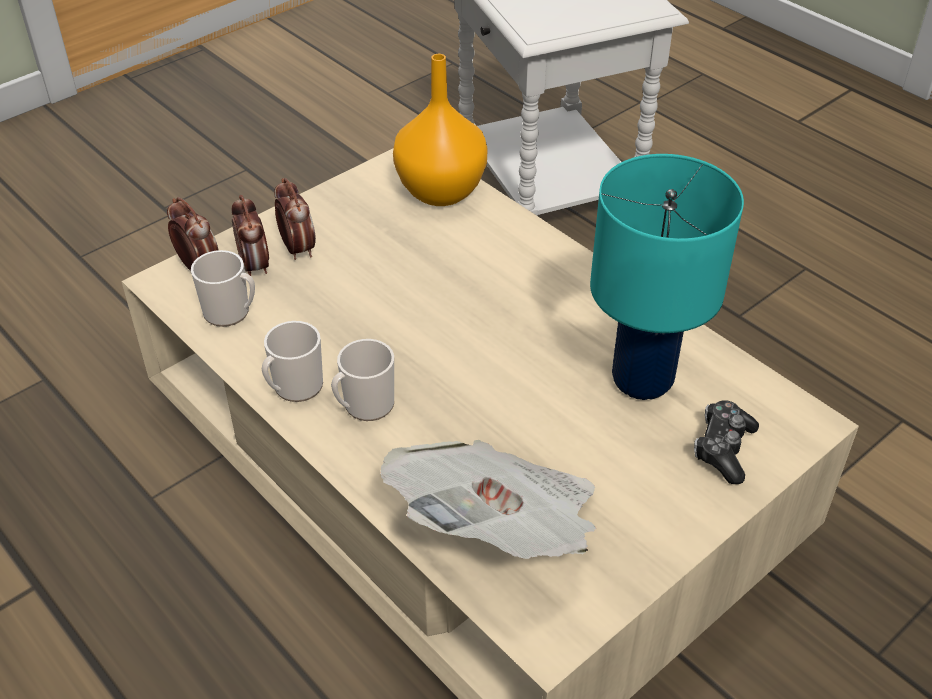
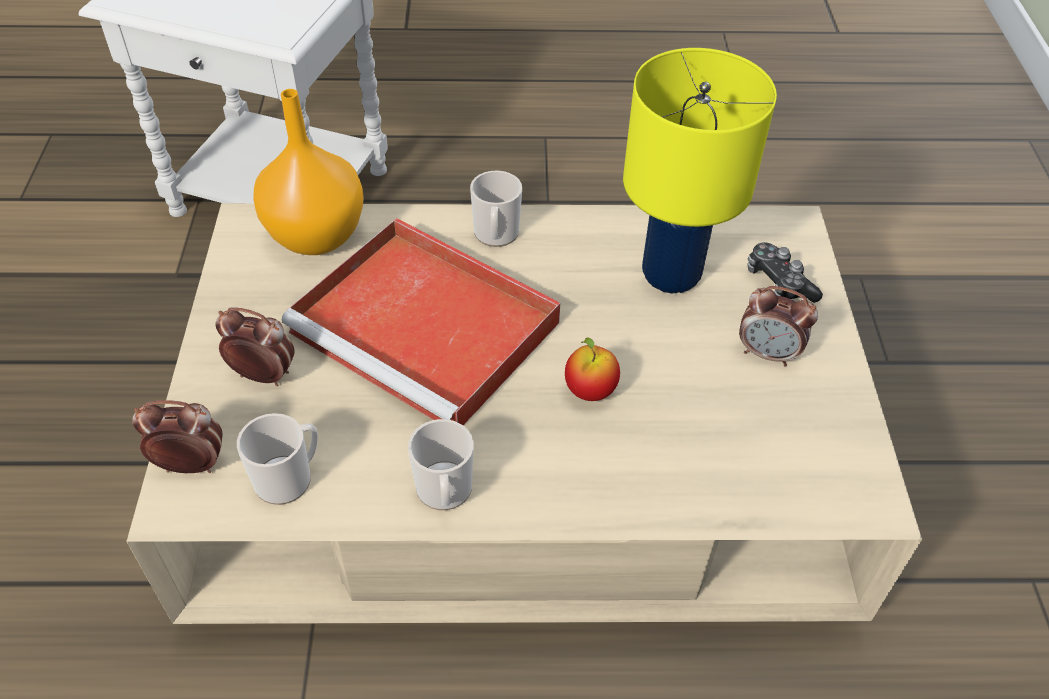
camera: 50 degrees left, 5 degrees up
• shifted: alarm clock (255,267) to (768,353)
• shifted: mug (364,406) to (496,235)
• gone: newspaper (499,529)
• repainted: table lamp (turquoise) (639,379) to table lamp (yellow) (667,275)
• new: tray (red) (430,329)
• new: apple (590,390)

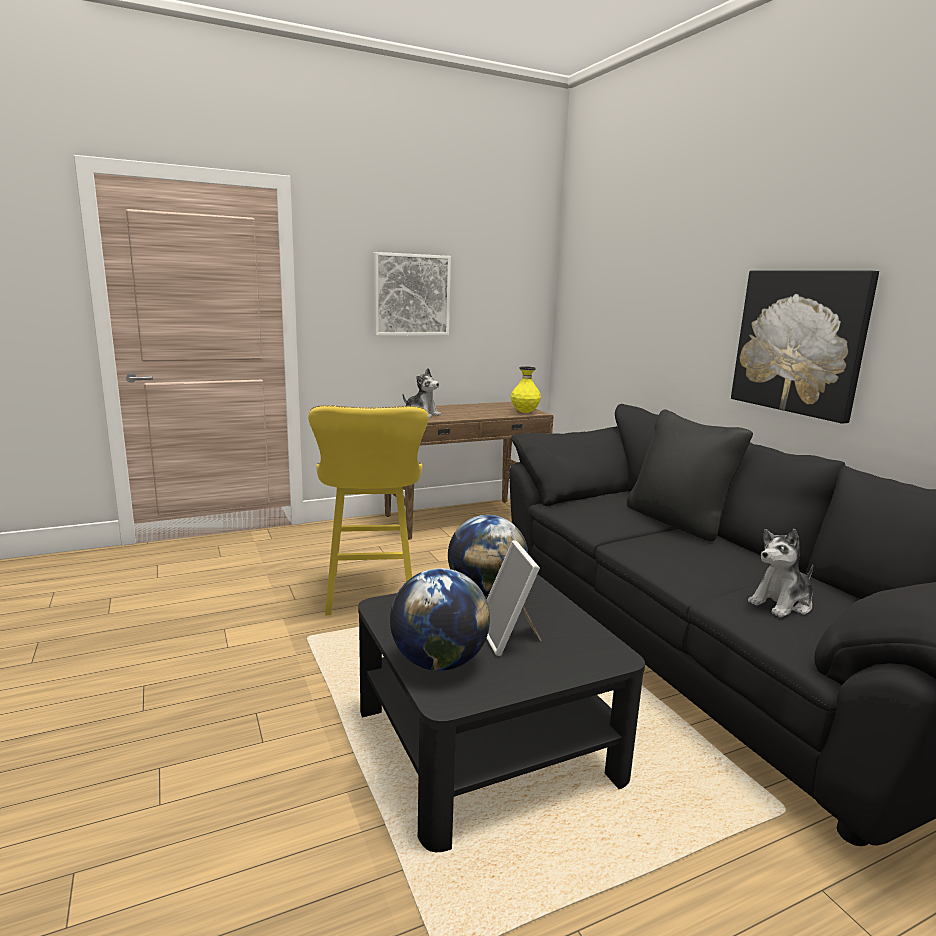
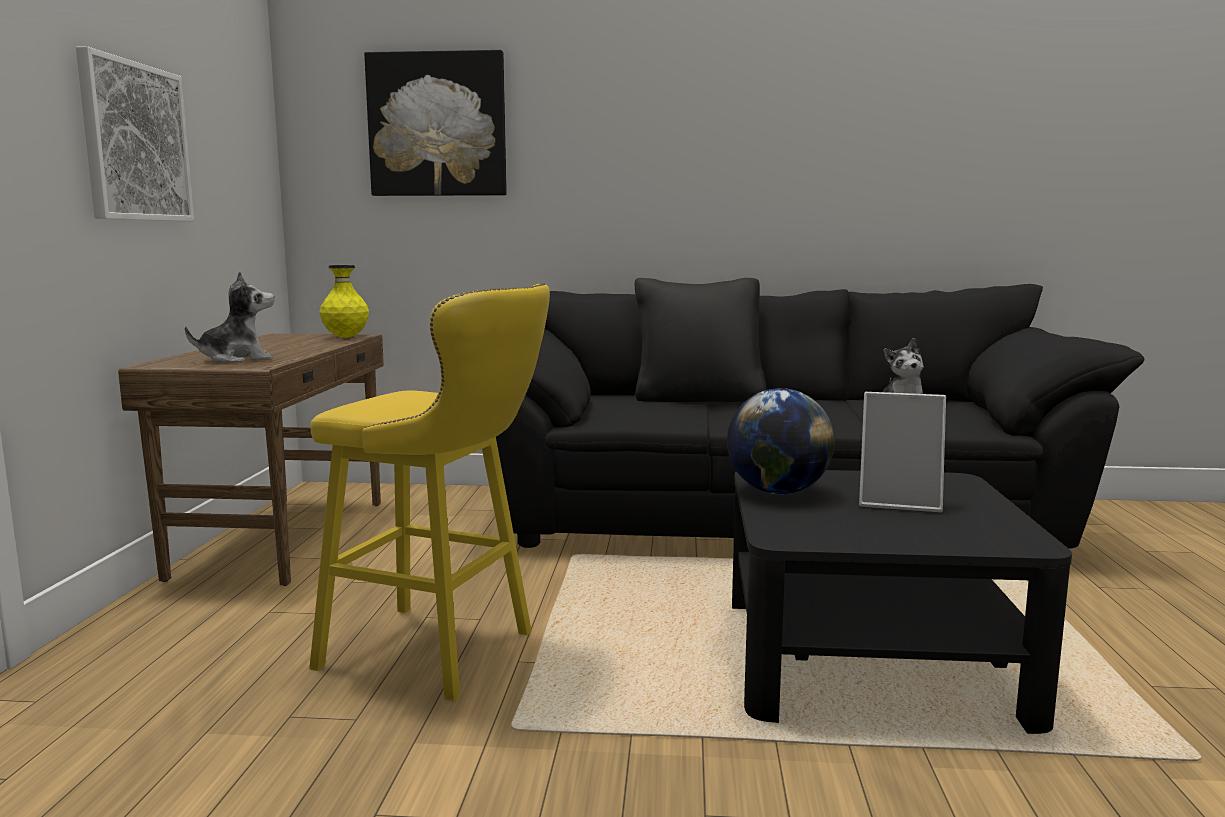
camera: 60 degrees left, 5 degrees down
• gone: globe (438,662)
• shifted: picture (800,342) to (437,125)

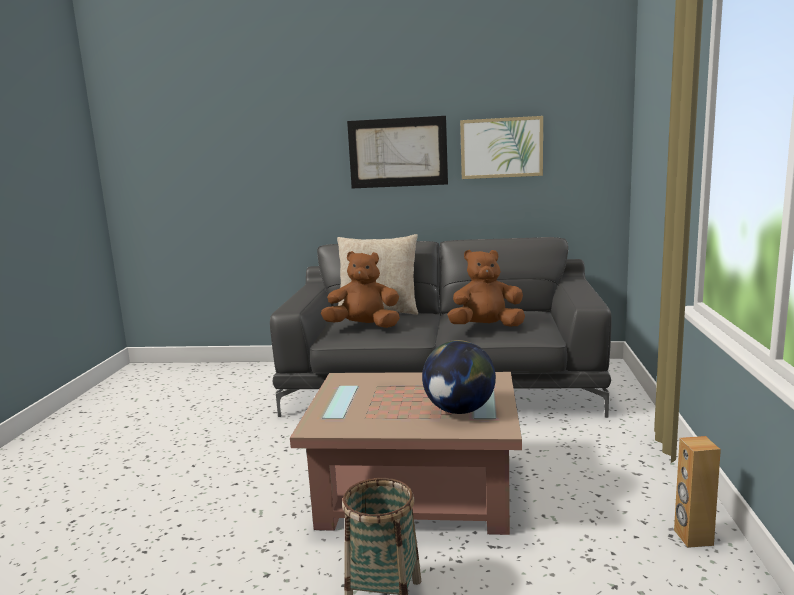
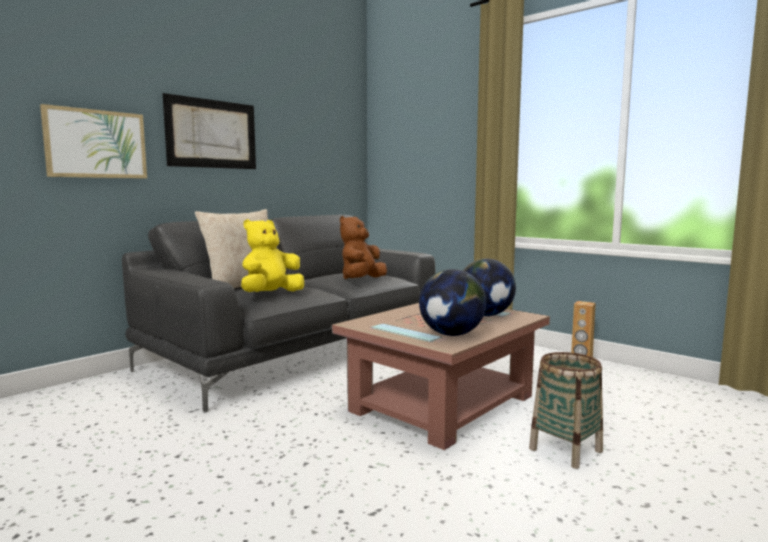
camera: 55 degrees left, 5 degrees down
• repainted: plush toy (brown) (364,327) to plush toy (yellow) (271,294)
• shifted: picture (501,148) to (96,144)
• new: globe (451,334)

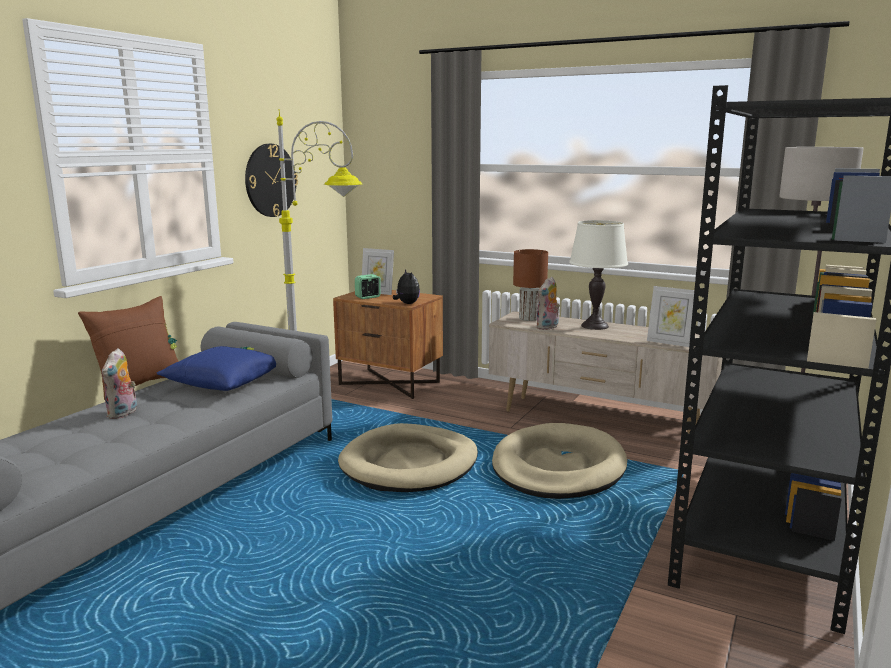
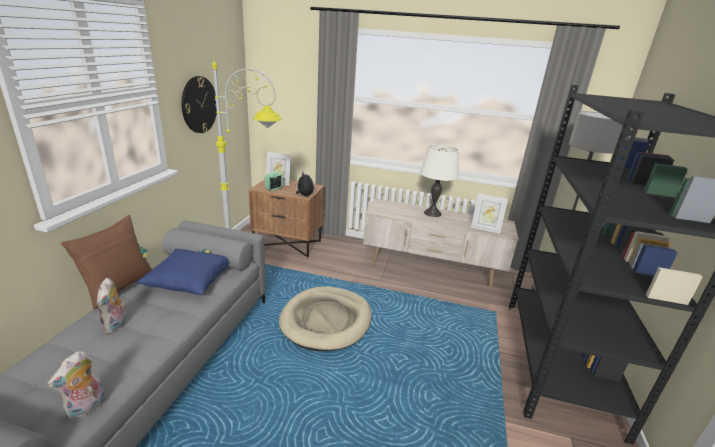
camera: 15 degrees left, 10 degrees up
• gone: dog bed (beige) (558,467)
• gone: table lamp (brown) (528,318)
• shifted: plush toy (547,327) to (87,408)

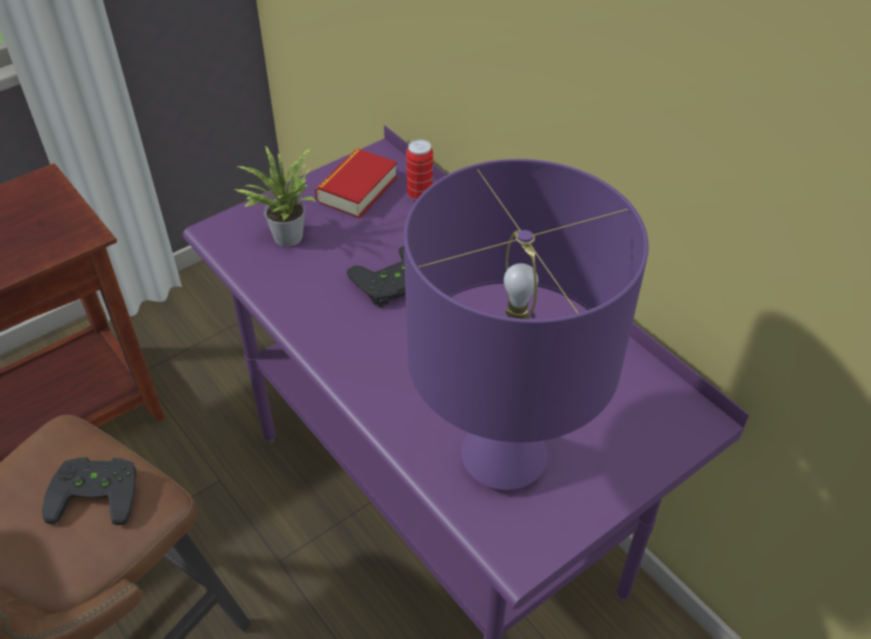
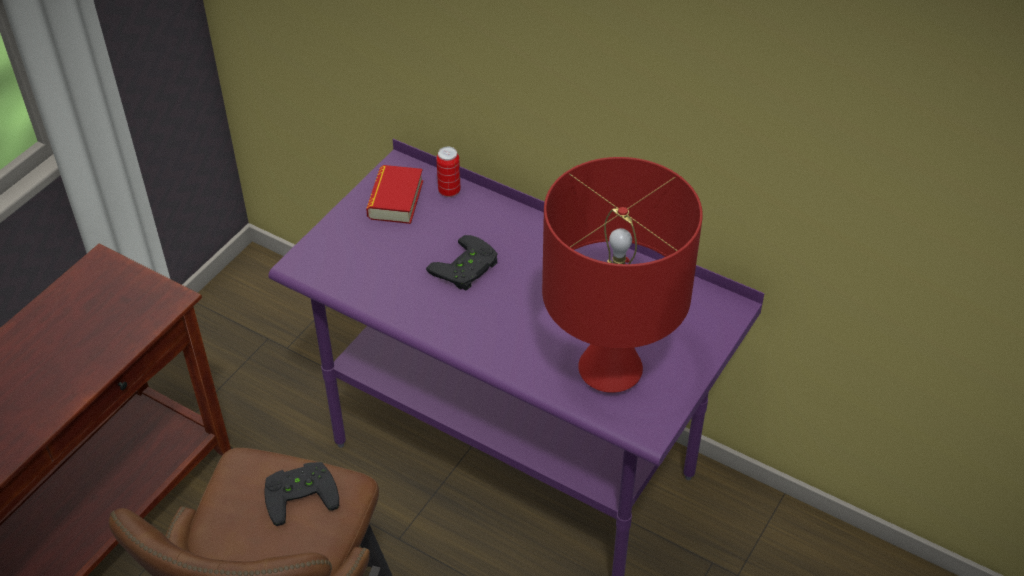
camera: 20 degrees left, 0 degrees up
• gone: potted plant (285,235)
• repainted: table lamp (purple) (503,460) to table lamp (red) (610,373)

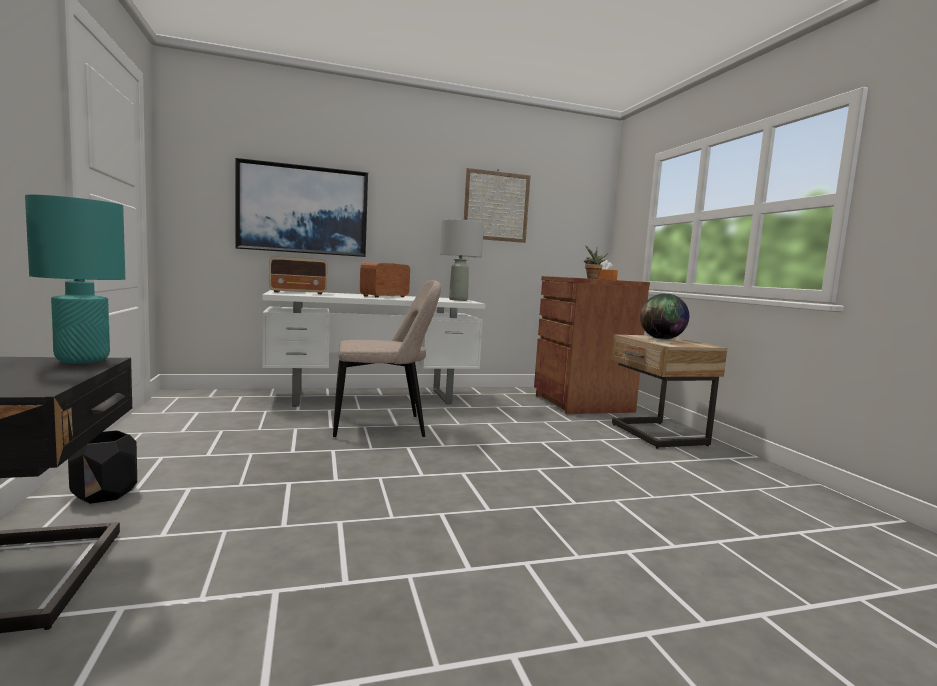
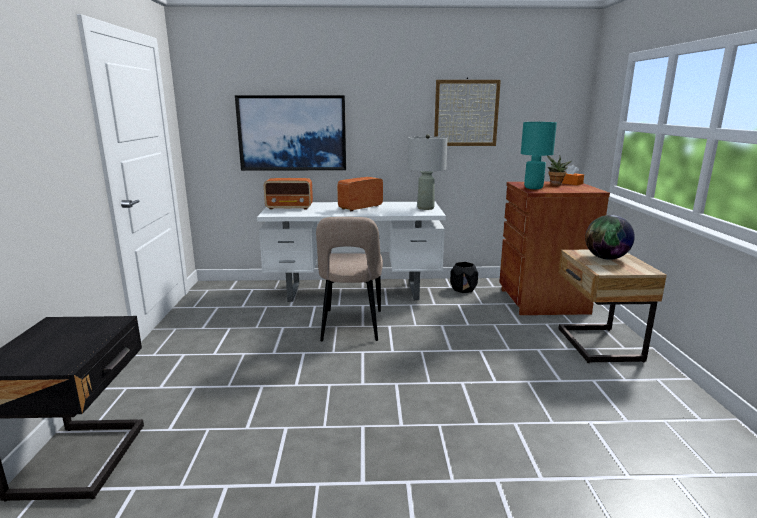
camera: 15 degrees right, 10 degrees up
• shifted: table lamp (turquoise) (82,362) to (533,188)
• shifted: planter (black) (105,494) to (463,289)
• rotated: chair (beige) (383,427) = (351,327) 90 degrees clockwise

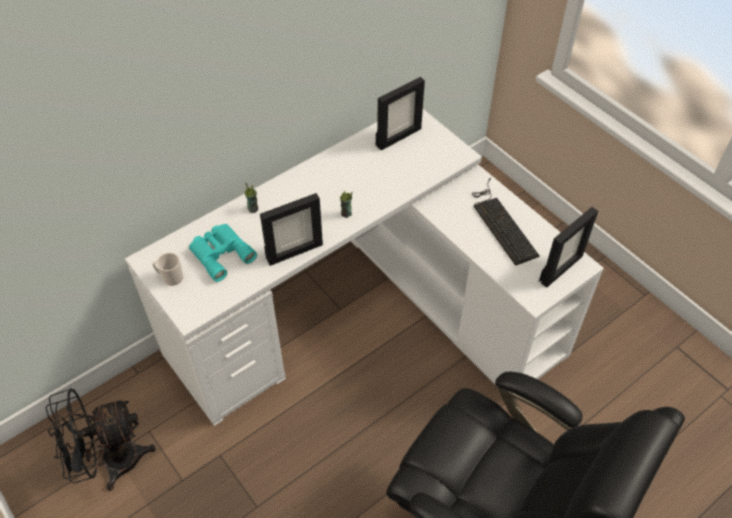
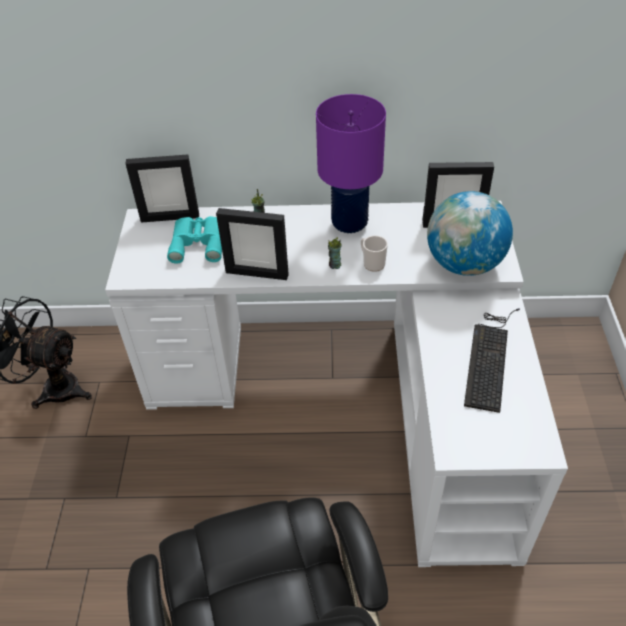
camera: 40 degrees right, 5 degrees down
• shifted: mug (170,277) to (372,263)
• shifted: picture frame (560,268) to (170,217)
• new: table lamp (purple) (349,225)
• new: globe (464,264)

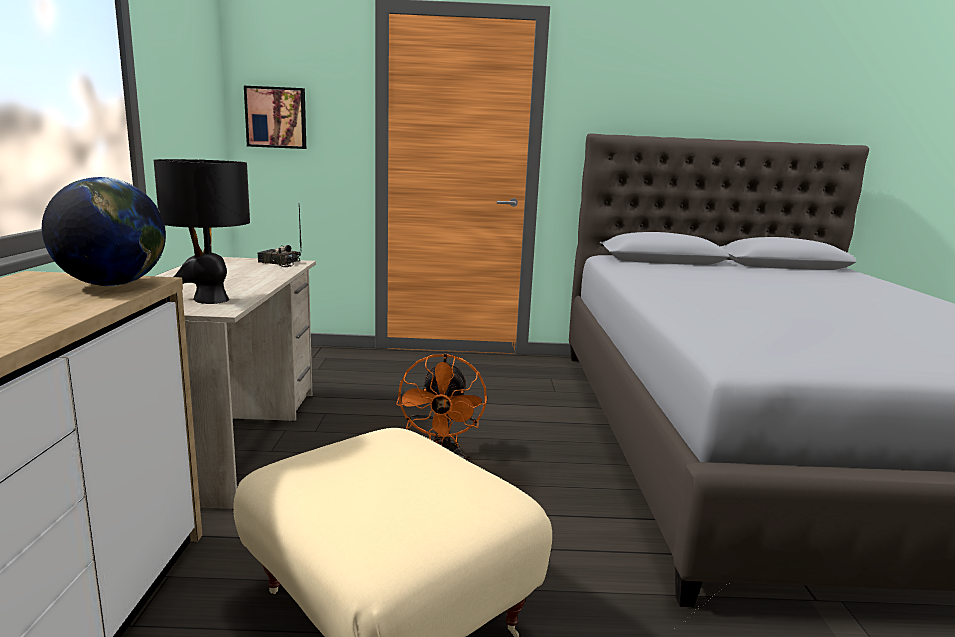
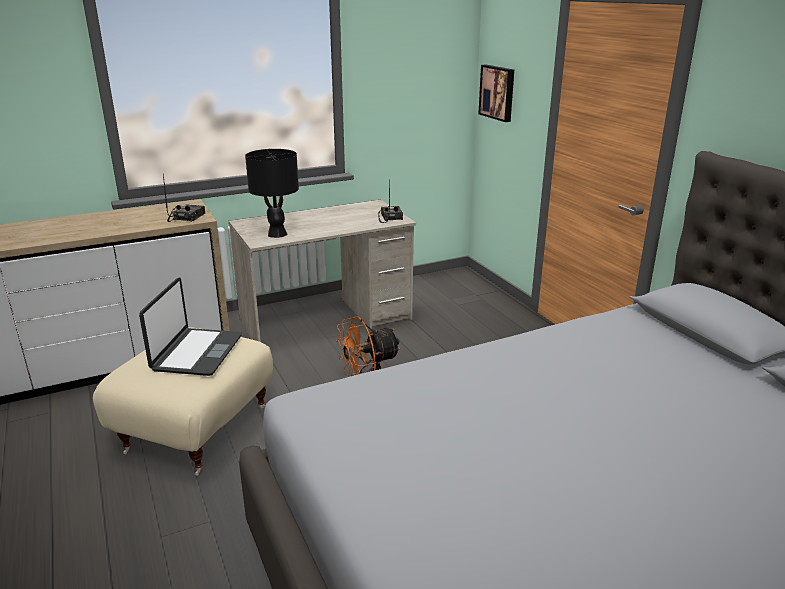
camera: 65 degrees right, 10 degrees up
• swapped: globe (112,285) to radio (186,217)
• new: laptop (196,353)

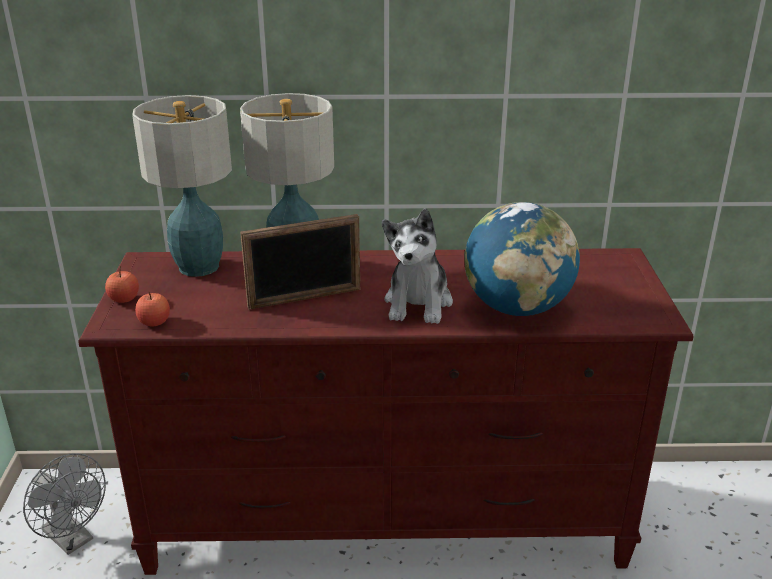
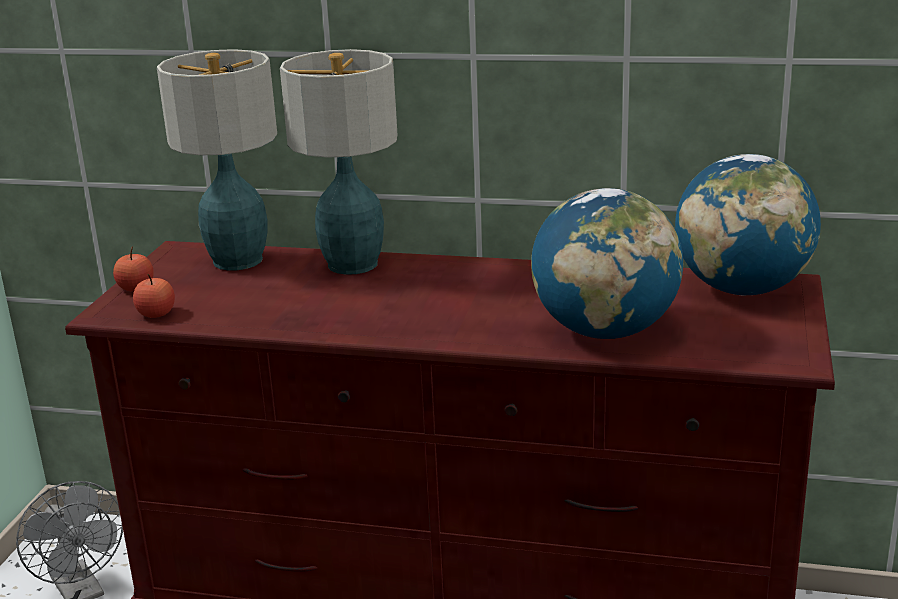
camera: 15 degrees right, 5 degrees down
• gone: picture frame (305,298)
• gone: plush toy (418,303)
• new: globe (742,289)

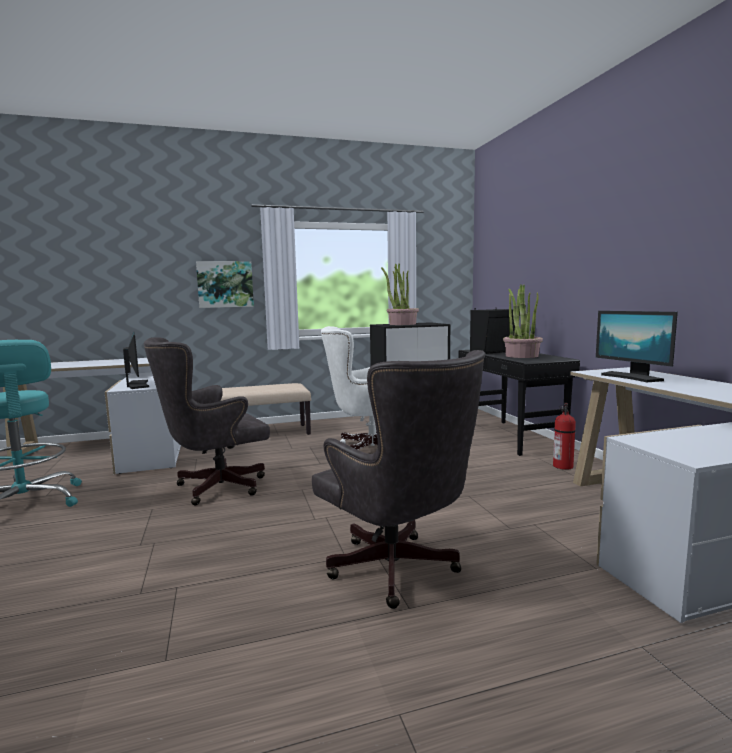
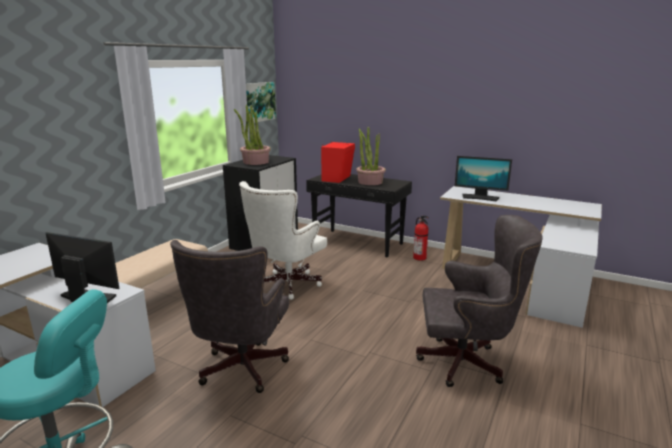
camera: 45 degrees left, 10 degrees up
• shifted: picture (225,284) to (259,102)
• repainted: speaker (black) (494,351) to speaker (red) (338,178)

